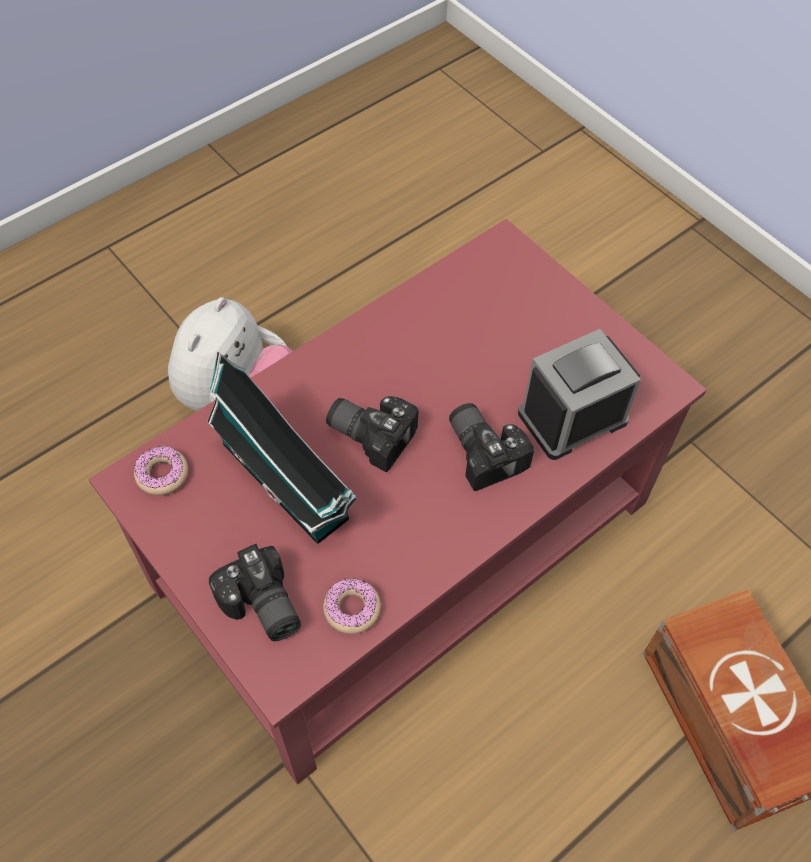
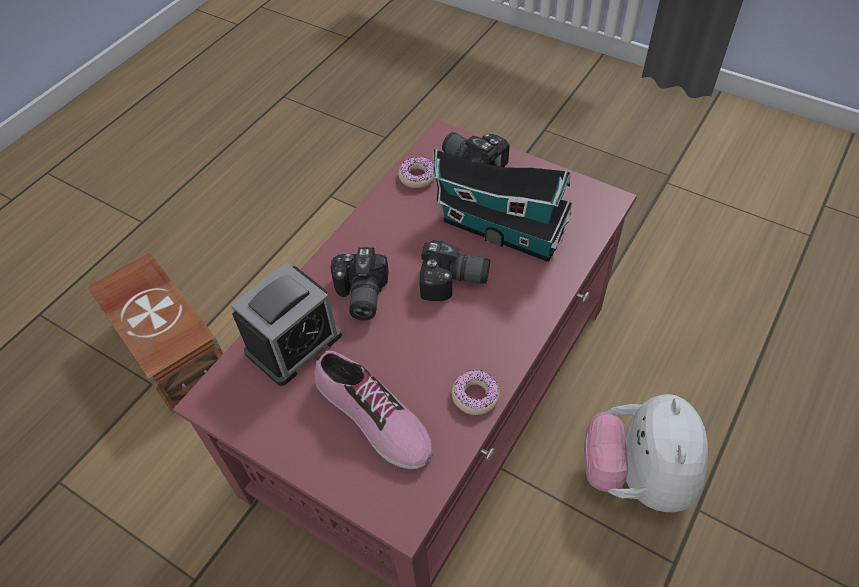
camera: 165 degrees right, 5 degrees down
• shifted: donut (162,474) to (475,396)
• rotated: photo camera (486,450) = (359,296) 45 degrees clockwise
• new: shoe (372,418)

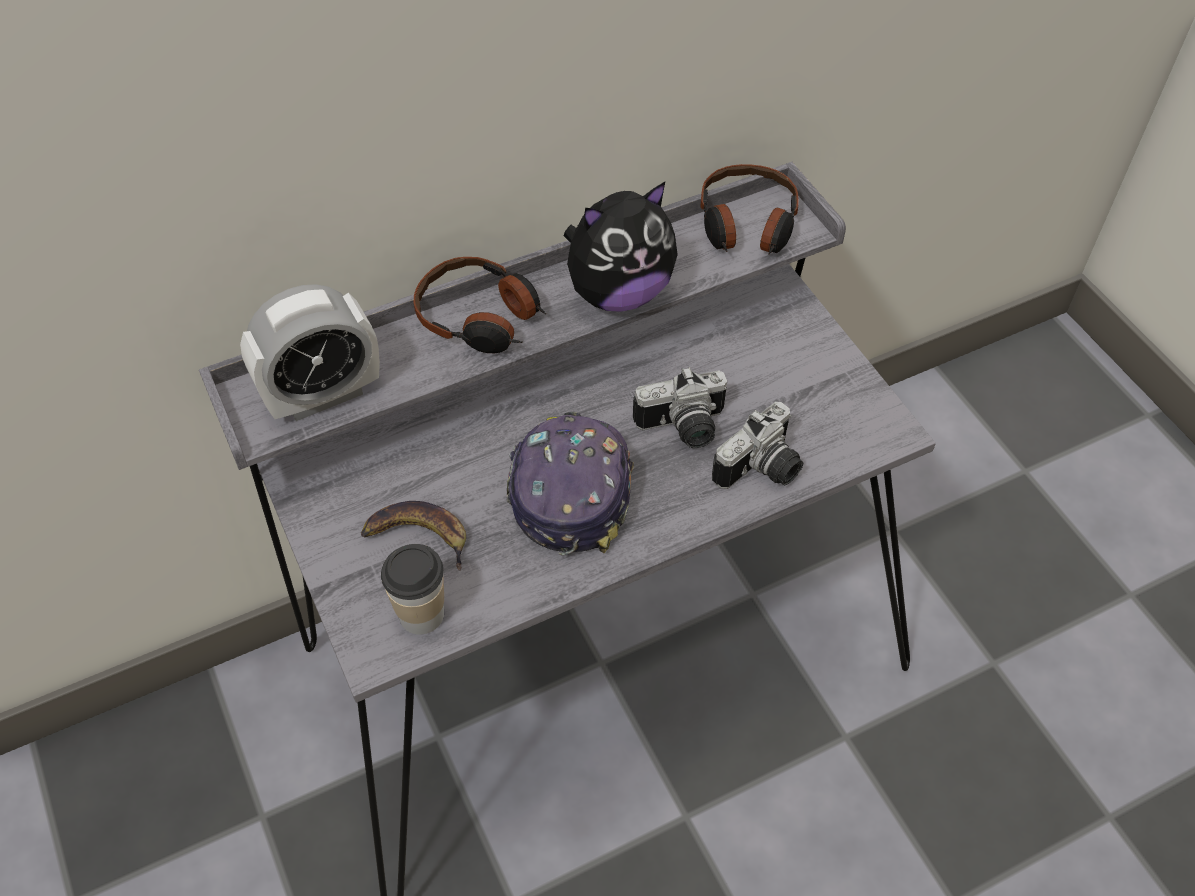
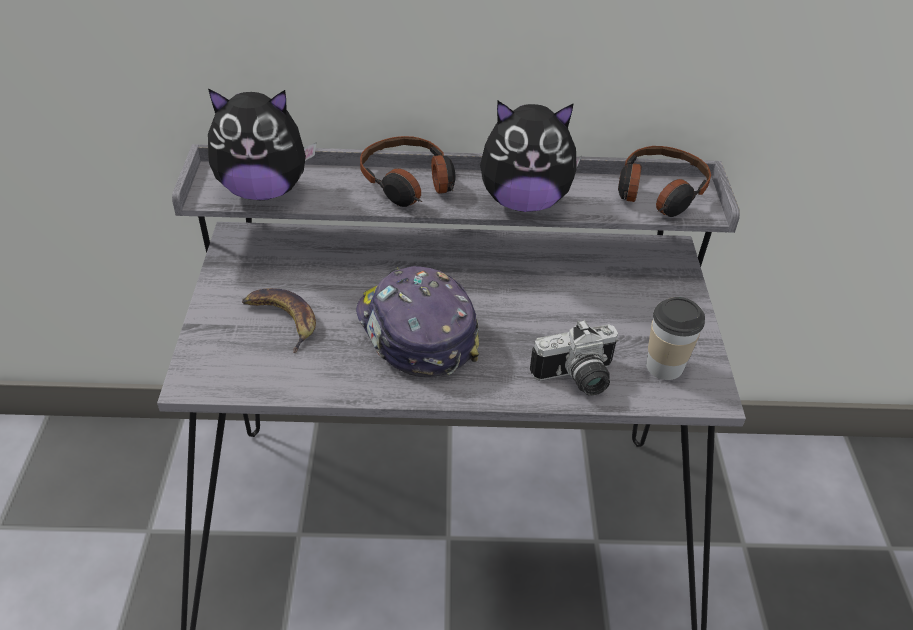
camera: 25 degrees right, 10 degrees down
• swapped: alarm clock (323,395) to plush toy (263,190)
• shifted: cup (421,614) to (664,366)
• rotated: cap (570,488) = (415,332) 60 degrees counterclockwise
• gone: photo camera (684,429)

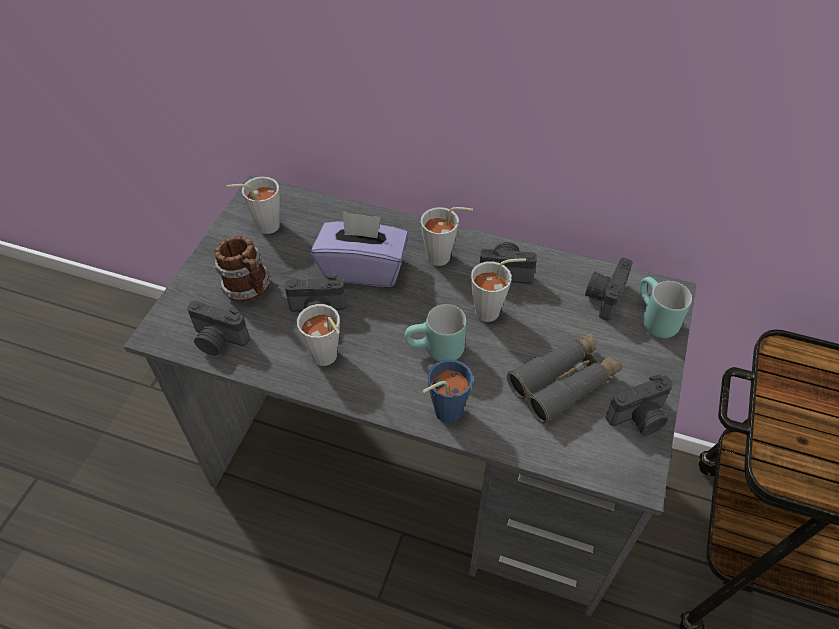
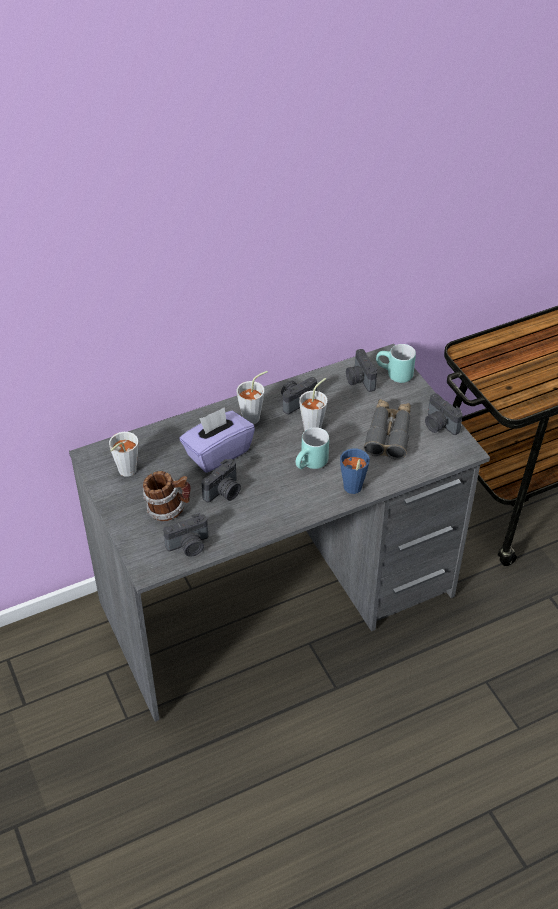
camera: 45 degrees left, 5 degrees down
• gone: cup (grey) (326,360)
• rotated: photo camera (639,418) = (439,425) 120 degrees clockwise

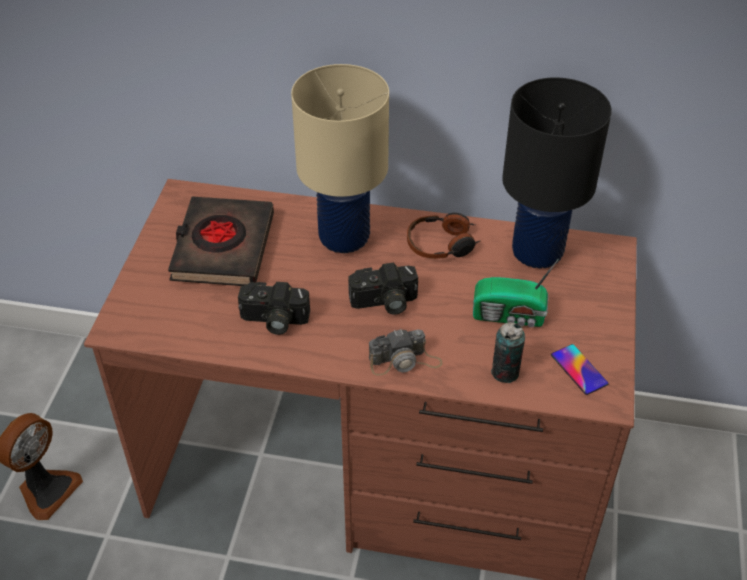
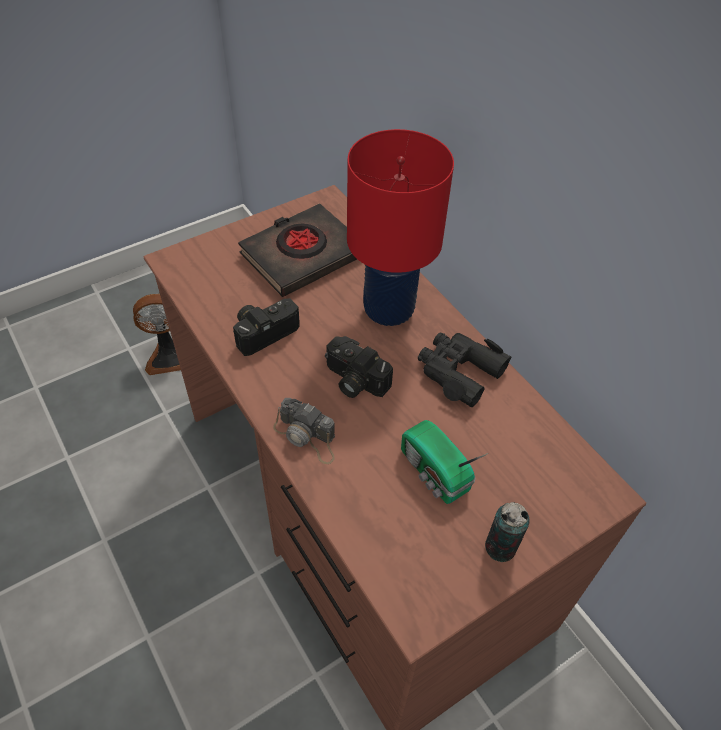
camera: 45 degrees right, 5 degrees up
• rotated: photo camera (273,320) = (264,331) 90 degrees clockwise
• repainted: table lamp (beige) (345,241) to table lamp (red) (389,313)
• swapped: headphones (442,244) to binoculars (black) (458,371)
• shifted: can (505,372) to (500,547)
• gone: table lamp (black) (536,255)
• gone: phone (579,369)

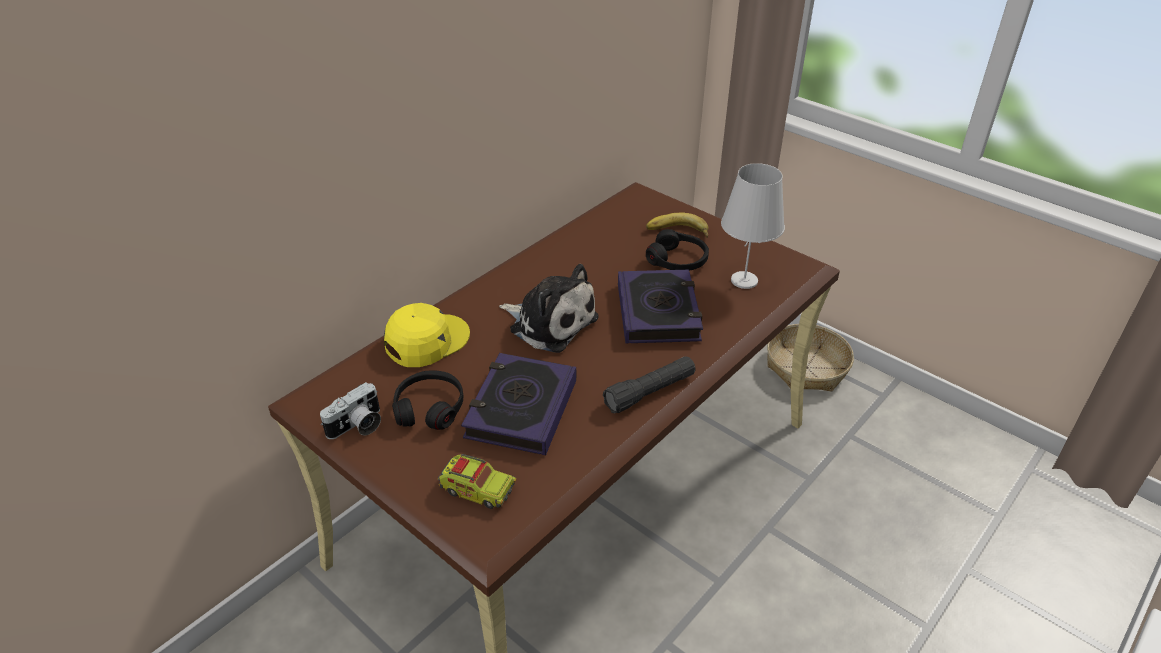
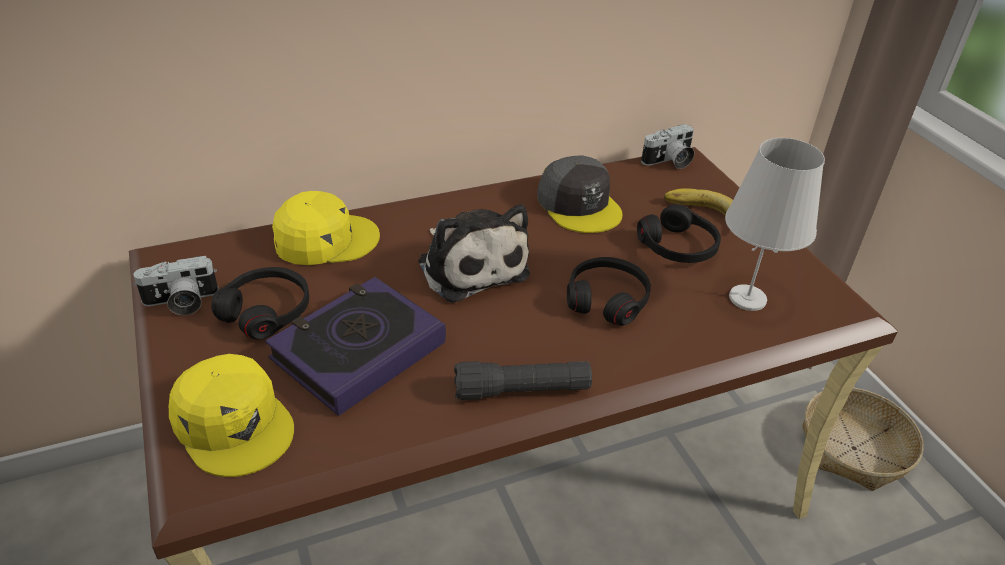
camera: 25 degrees right, 0 degrees up
• swapped: toy truck (477,489) to cap (yellow) (234,423)
• swapped: book (658,312) to headphones (black) (607,299)
• new: cap (grey) (579,205)
• new: photo camera (669,161)

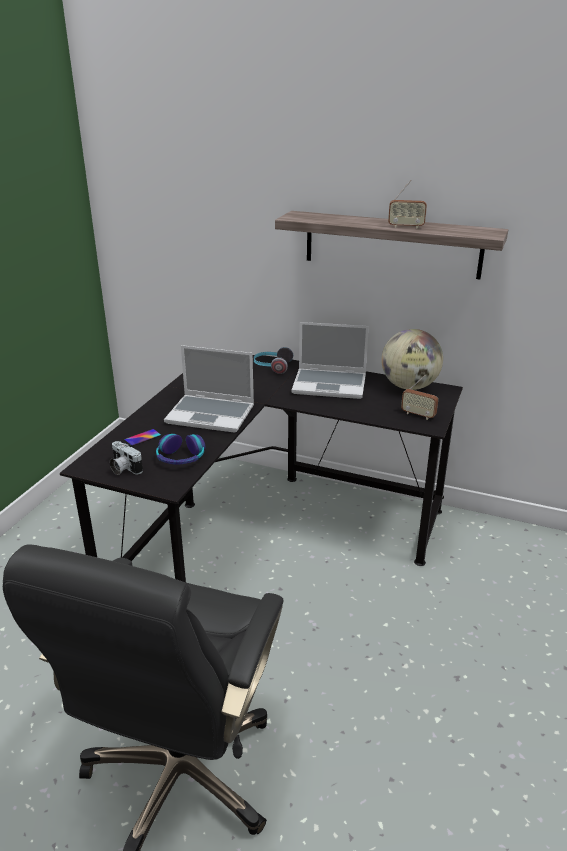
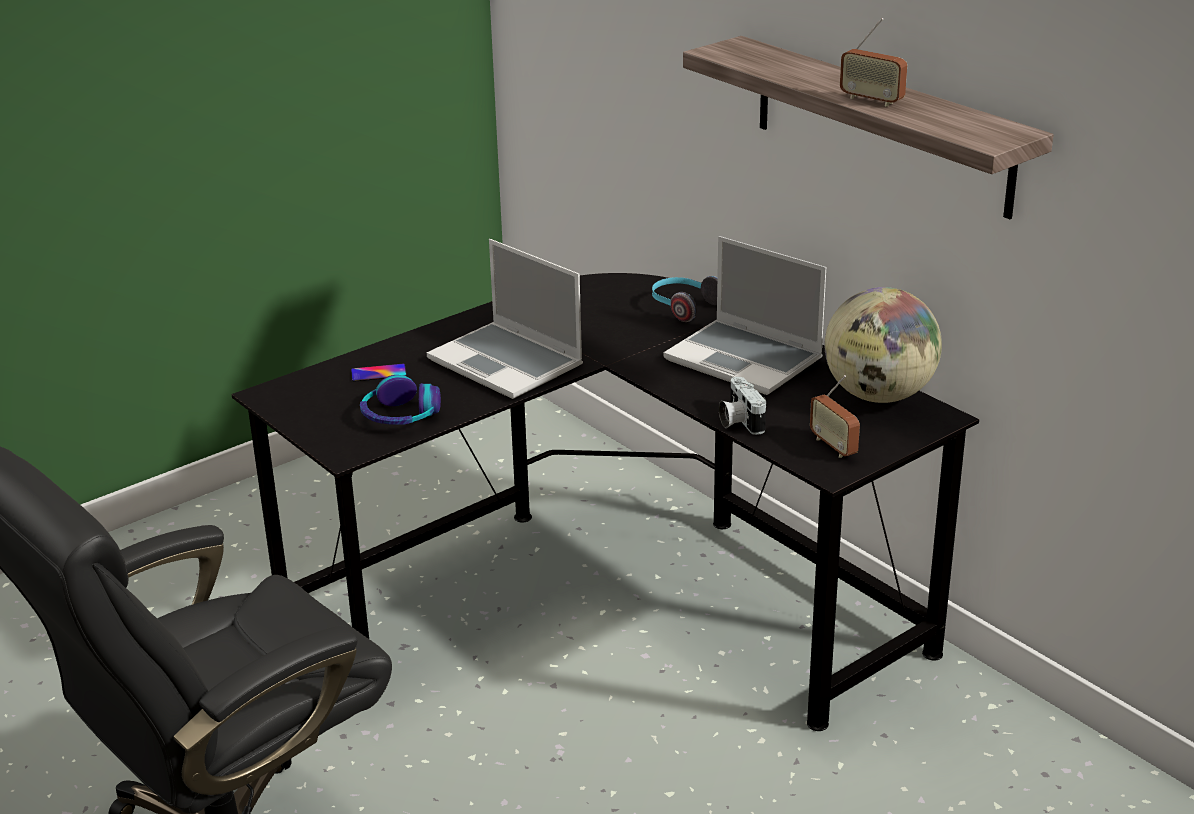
camera: 30 degrees right, 0 degrees up
• shifted: photo camera (123,468) to (738,421)

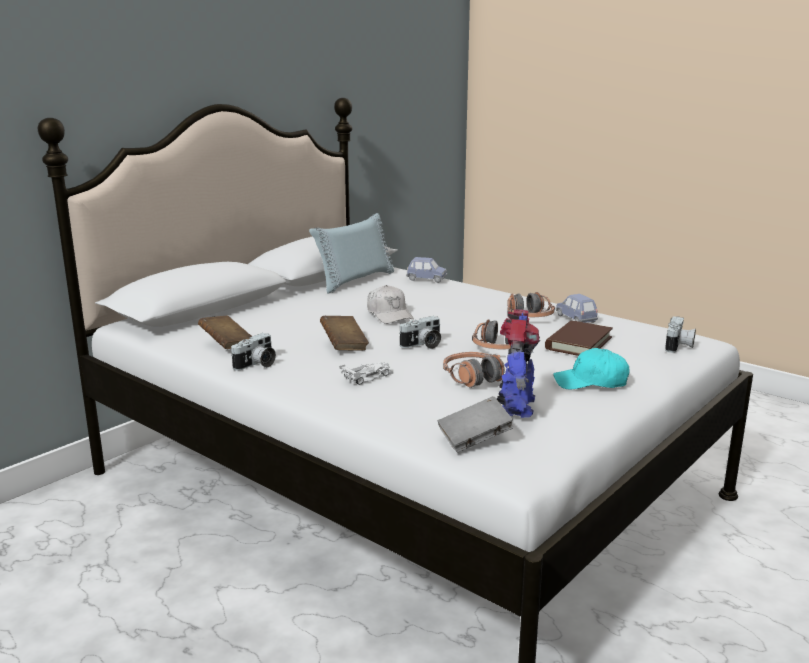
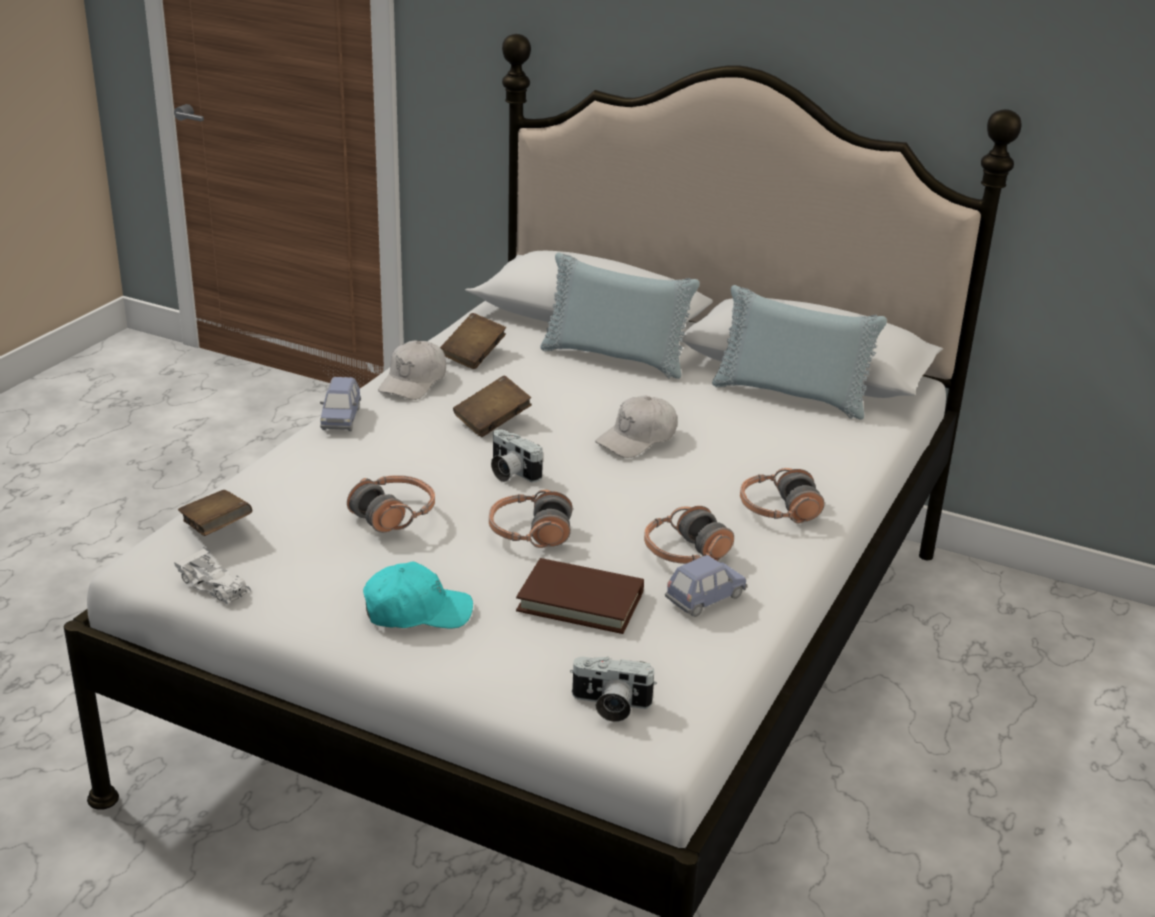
camera: 75 degrees right, 10 degrees up
• swapped: photo camera (256,365) to cap (white) (414,382)
• shifted: toy car (white) (367,377) to (215,585)
• shifted: toy car (blue) (426,279) to (341,419)
• repainted: book (grey) (474,439) to book (brown) (216,529)
• gone: toy robot (515,406)
• rotated: cap (turquoise) (591,382) = (416,612) 90 degrees clockwise
• new: pillow (blue) (615,358)
• new: headphones (778,510)

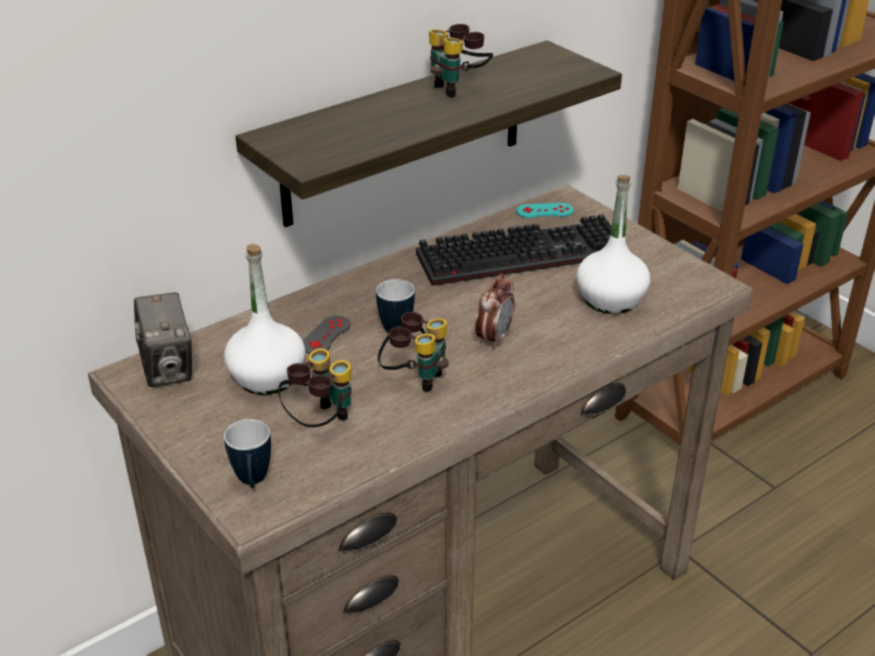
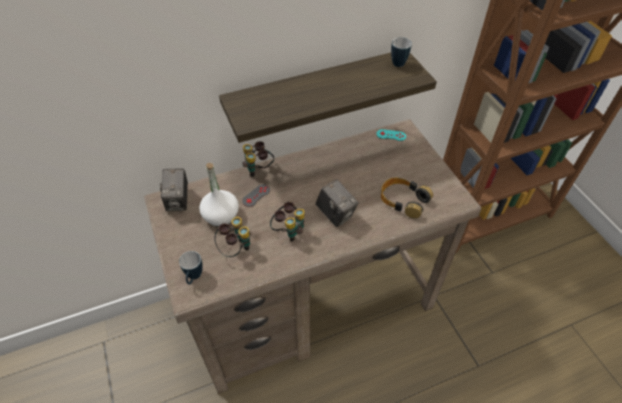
camera: 15 degrees right, 15 degrees up
• shifted: mug (397,325) to (399,62)
• gone: keyboard (523,252)
• shifted: binoculars (459,88) to (259,169)
• swapped: alarm clock (494,338) to photo camera (335,214)
• swapped: bottle (white) (610,299) to headphones (403,200)

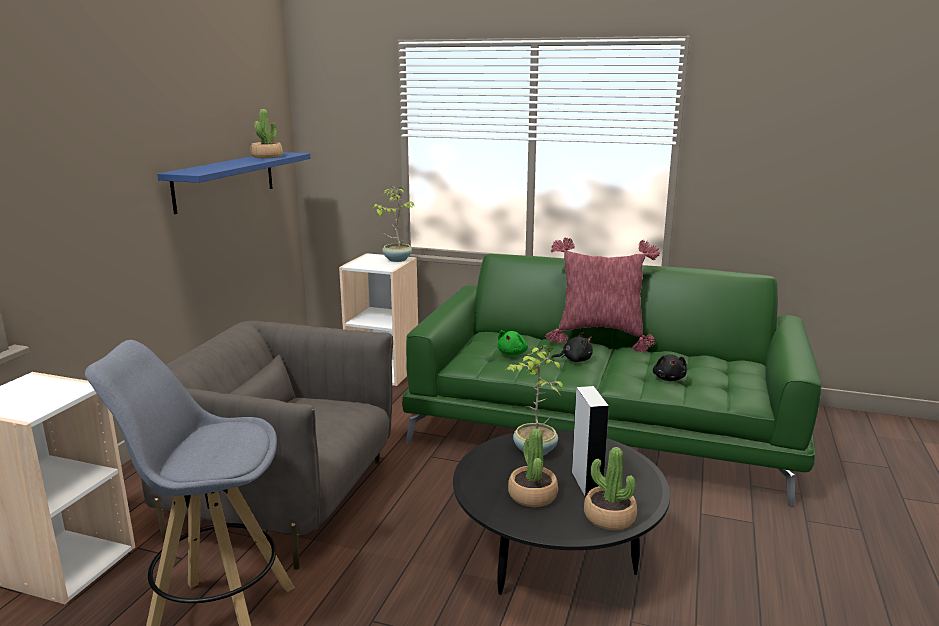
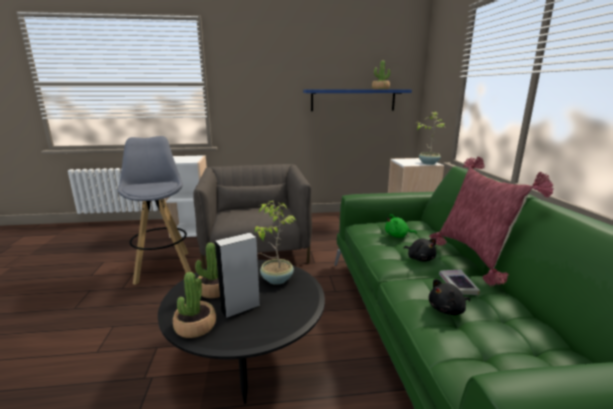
camera: 65 degrees right, 0 degrees up
• new: book (457,285)

